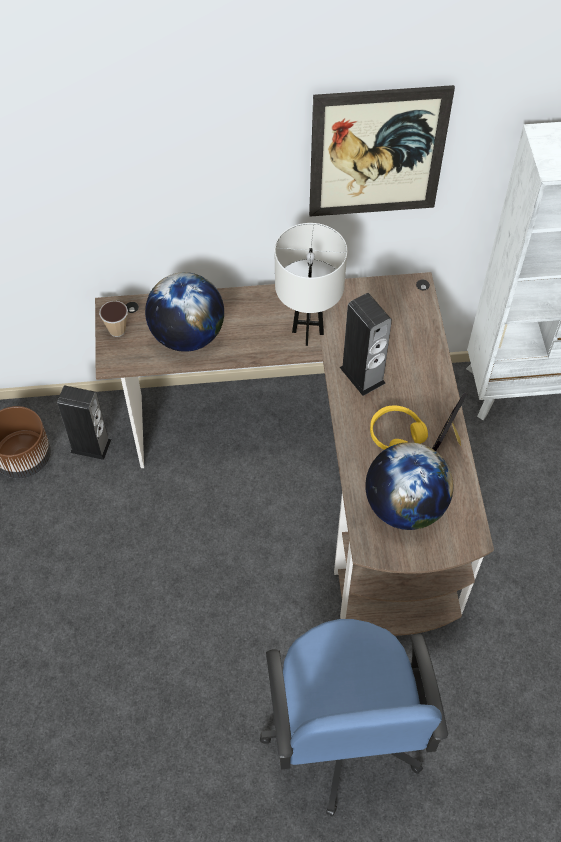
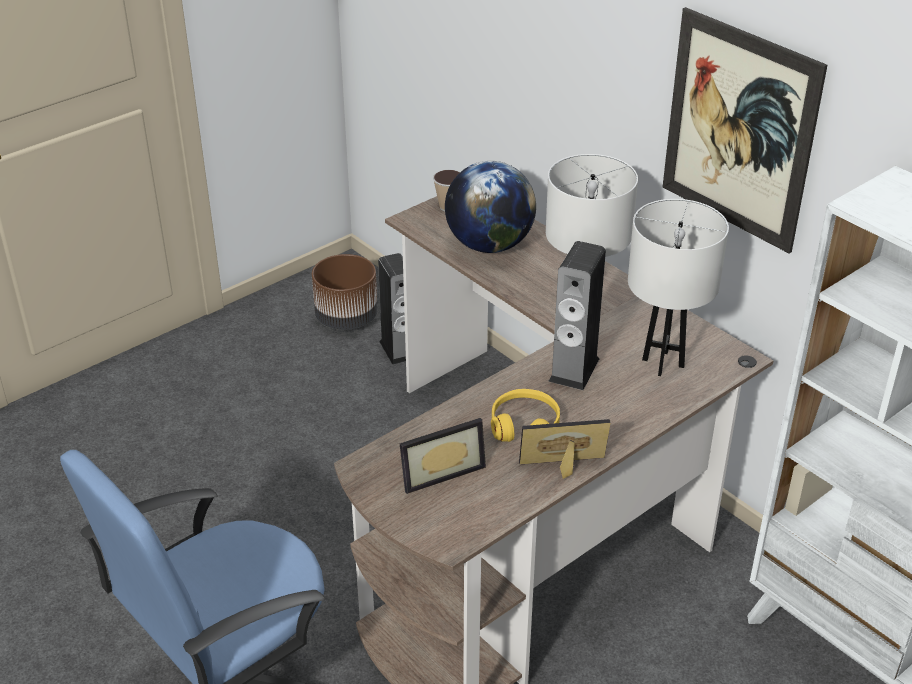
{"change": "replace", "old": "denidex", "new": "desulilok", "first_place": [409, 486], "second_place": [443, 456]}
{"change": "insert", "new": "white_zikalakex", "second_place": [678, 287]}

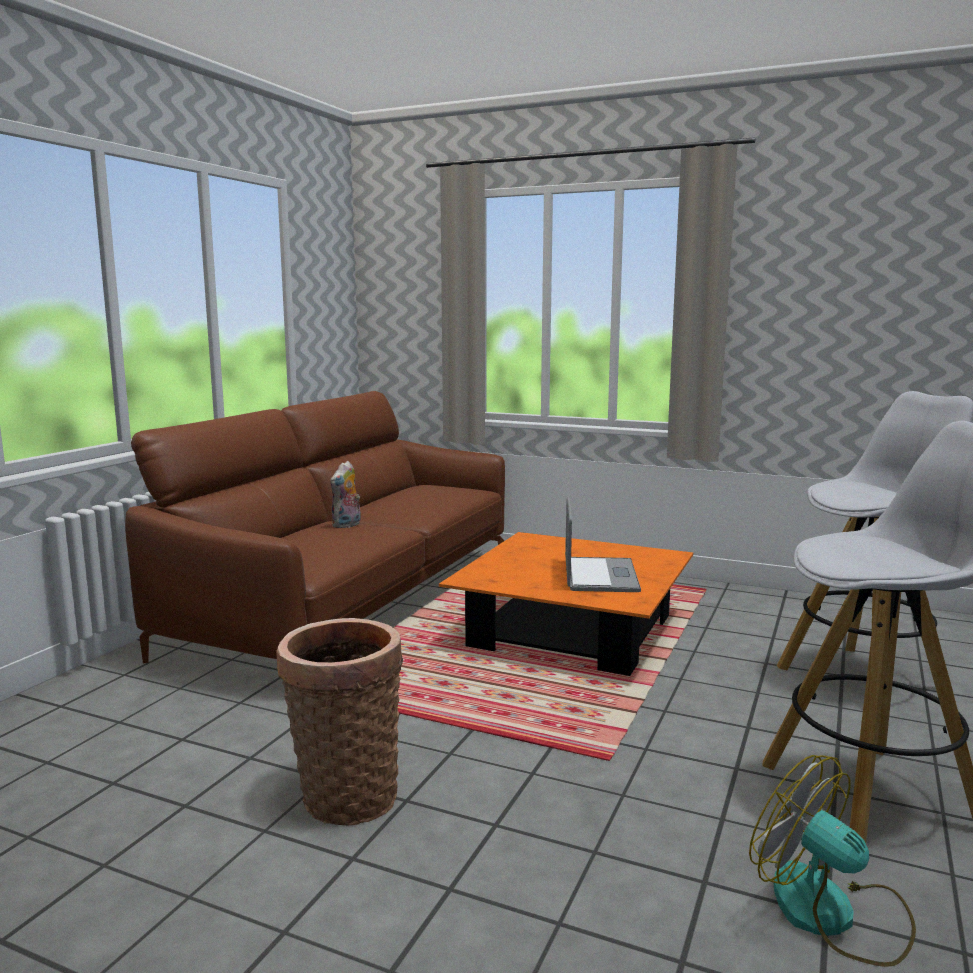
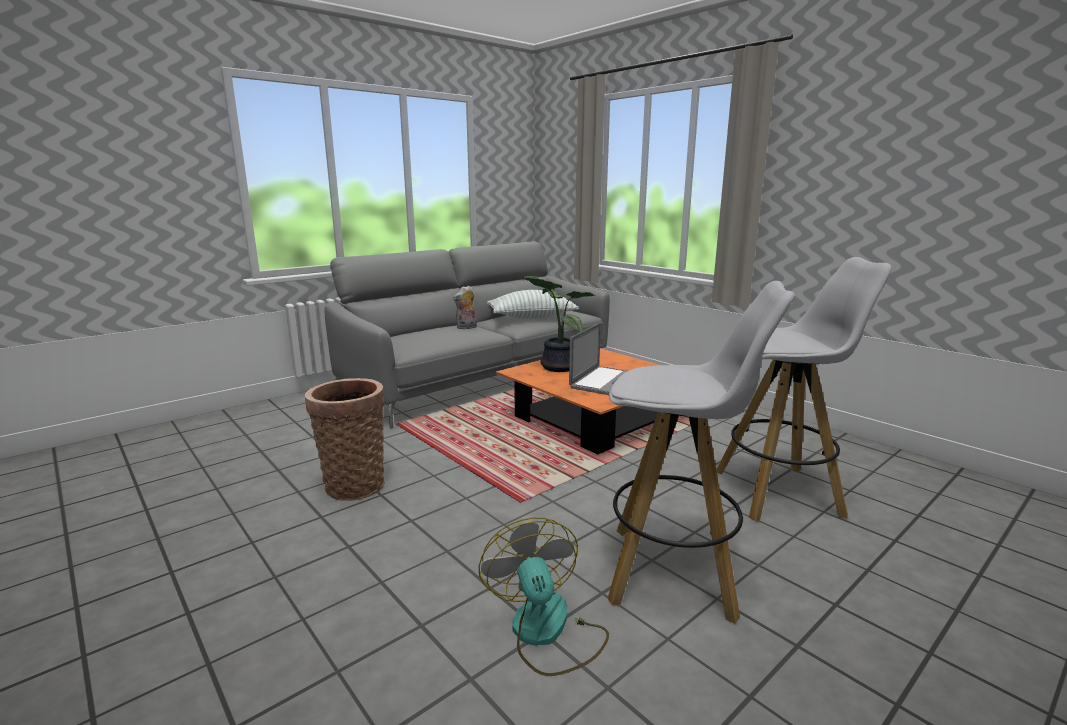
{"change": "recolor", "old": "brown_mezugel", "new": "grey_mezugel", "first_place": [315, 527], "second_place": [467, 335]}
{"change": "insert", "new": "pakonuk", "second_place": [533, 304]}
{"change": "insert", "new": "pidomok", "second_place": [559, 324]}

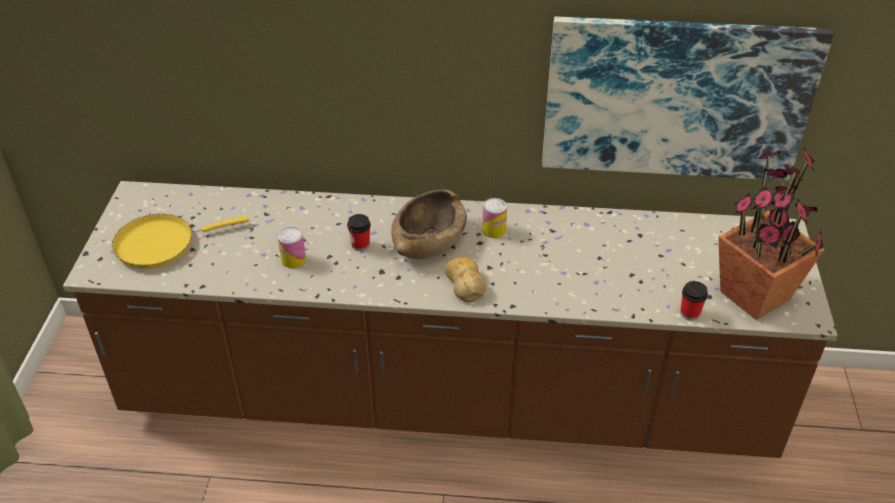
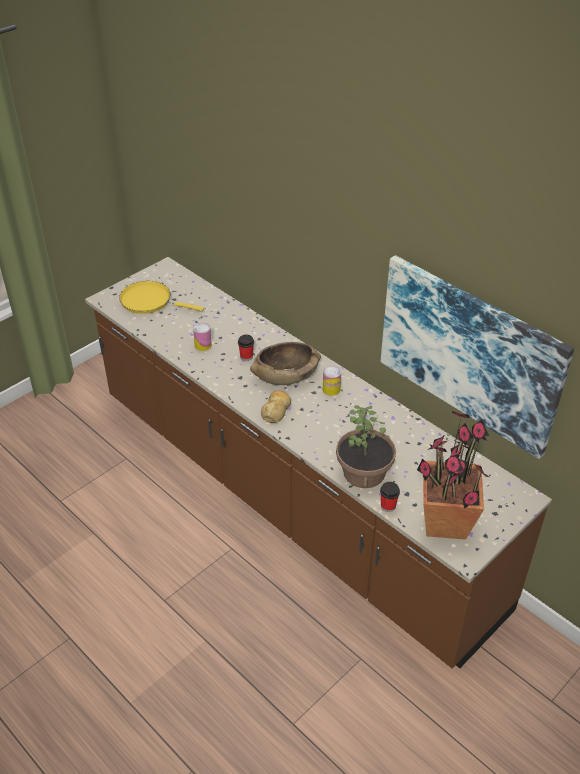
{"change": "insert", "new": "pidomok", "second_place": [366, 446]}

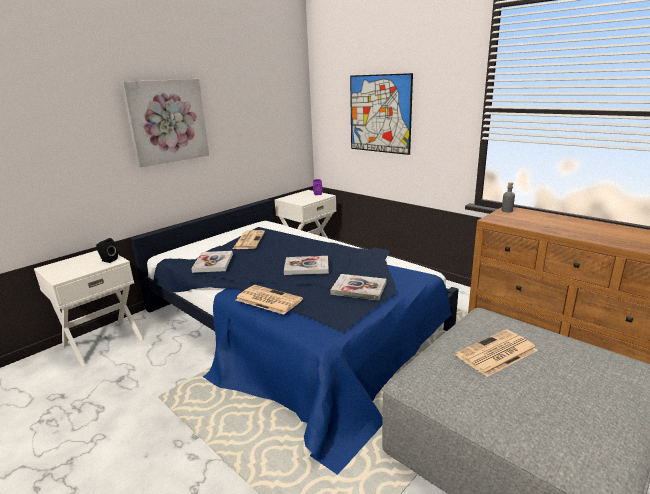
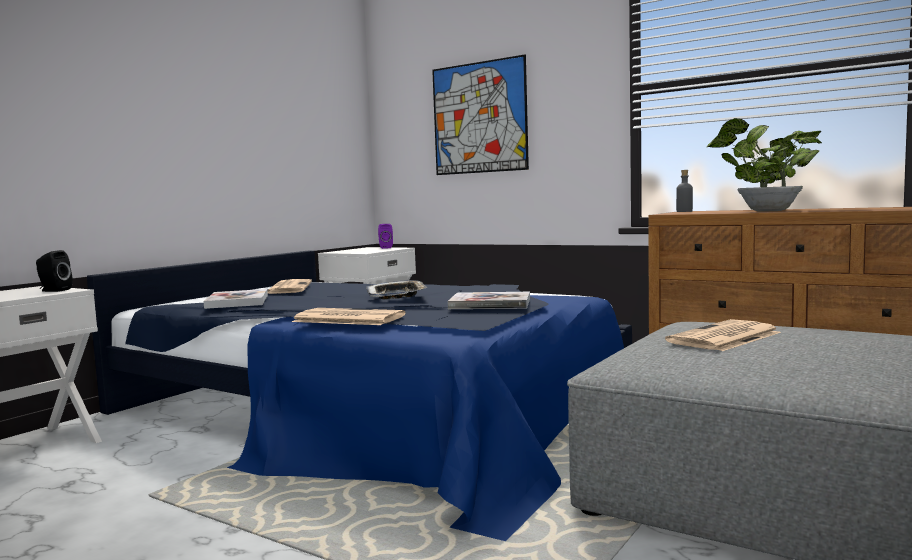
{"change": "replace", "old": "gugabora", "new": "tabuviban", "first_place": [306, 265], "second_place": [396, 289]}
{"change": "insert", "new": "pidomok", "second_place": [764, 165]}
{"change": "delete", "old": "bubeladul", "first_place": [165, 123]}

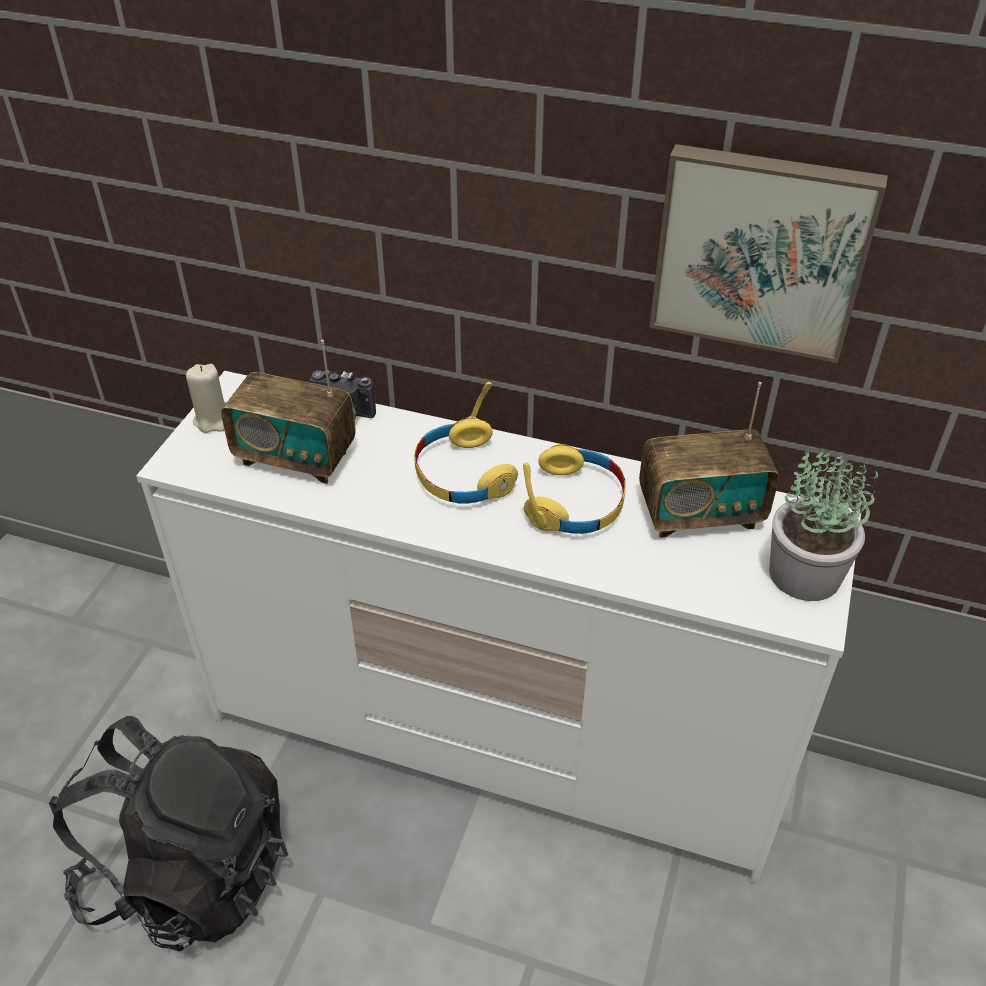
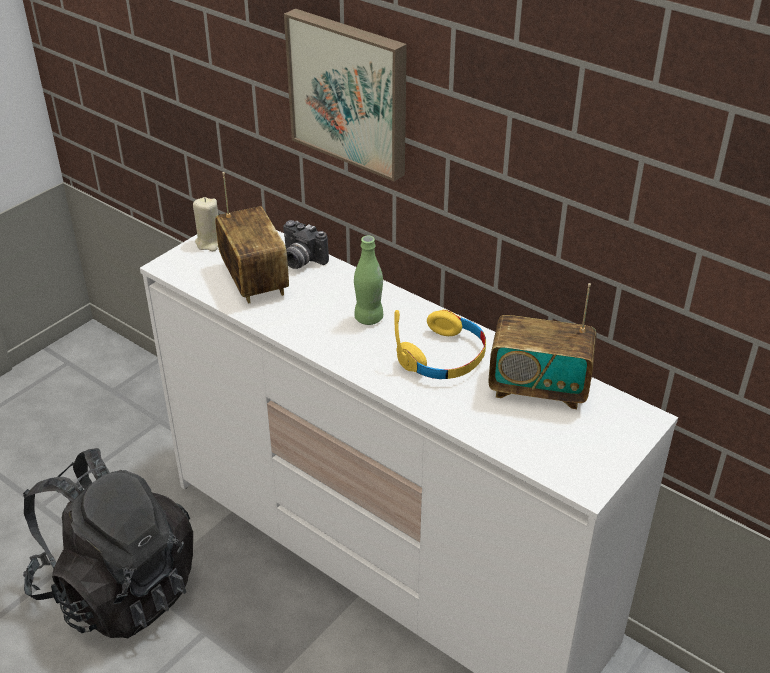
{"change": "rotate", "old": "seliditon", "first_place": [288, 412], "second_place": [252, 238], "degrees": -150}
{"change": "move", "old": "bubeladul", "first_place": [768, 253], "second_place": [345, 95]}
{"change": "replace", "old": "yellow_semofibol", "new": "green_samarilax", "first_place": [466, 443], "second_place": [368, 280]}
{"change": "delete", "old": "pidomok", "first_place": [823, 524]}

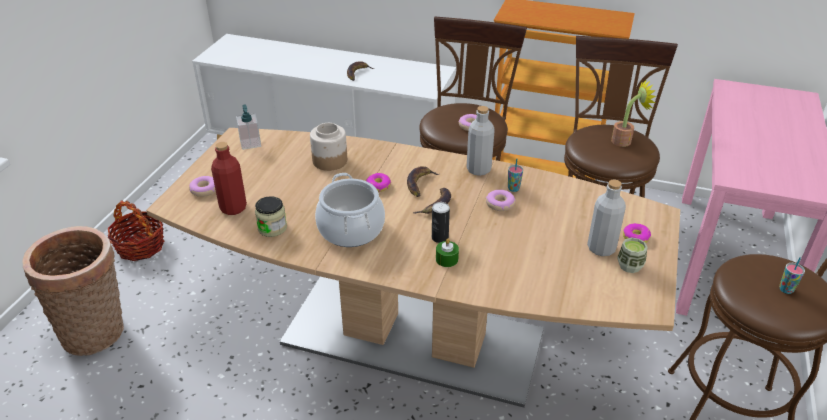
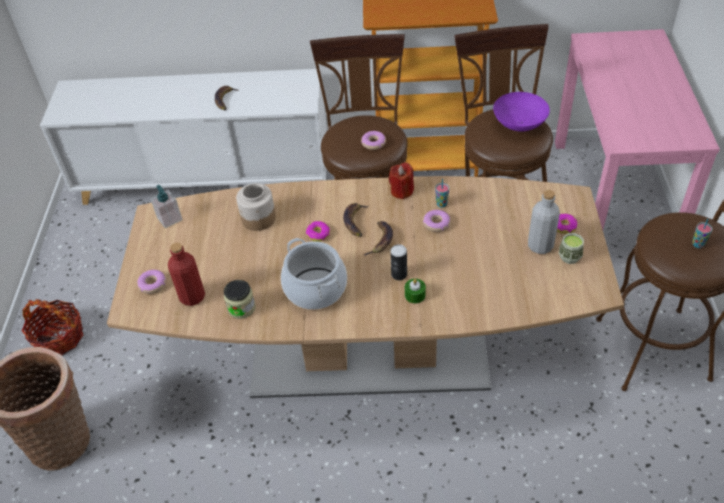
{"change": "replace", "old": "grey_samarilax", "new": "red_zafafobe", "first_place": [480, 141], "second_place": [401, 180]}
{"change": "replace", "old": "pidomok", "new": "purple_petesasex", "first_place": [633, 113], "second_place": [521, 111]}

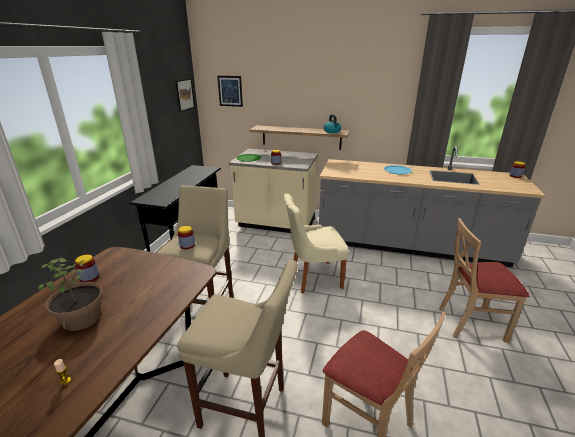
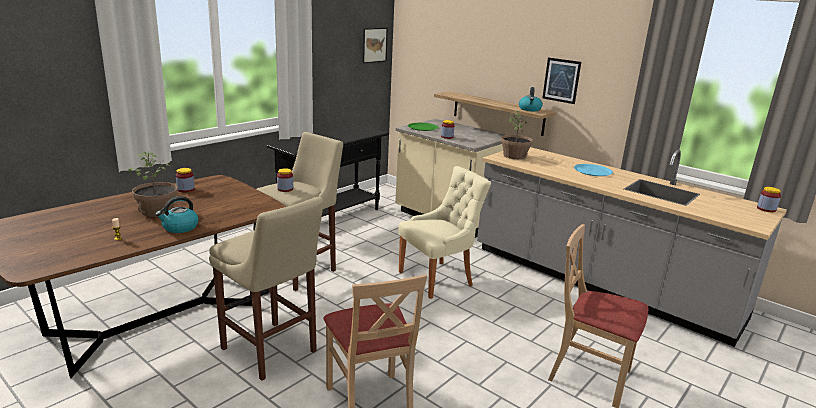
{"change": "insert", "new": "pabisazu", "second_place": [176, 214]}
{"change": "rotate", "old": "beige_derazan", "first_place": [316, 243], "second_place": [444, 232], "degrees": 135}
{"change": "insert", "new": "pidomok", "second_place": [517, 134]}
{"change": "move", "old": "bubeladul", "first_place": [230, 91], "second_place": [561, 80]}

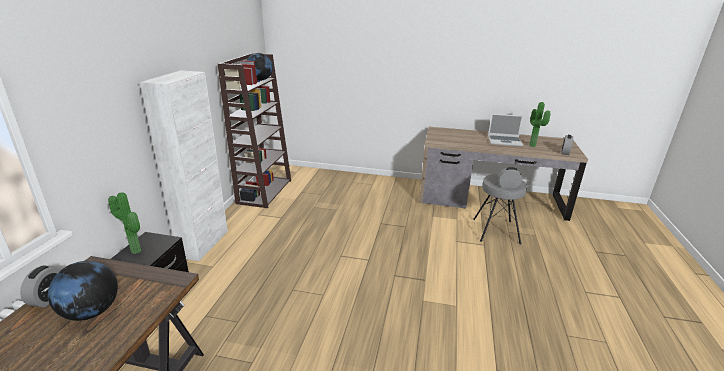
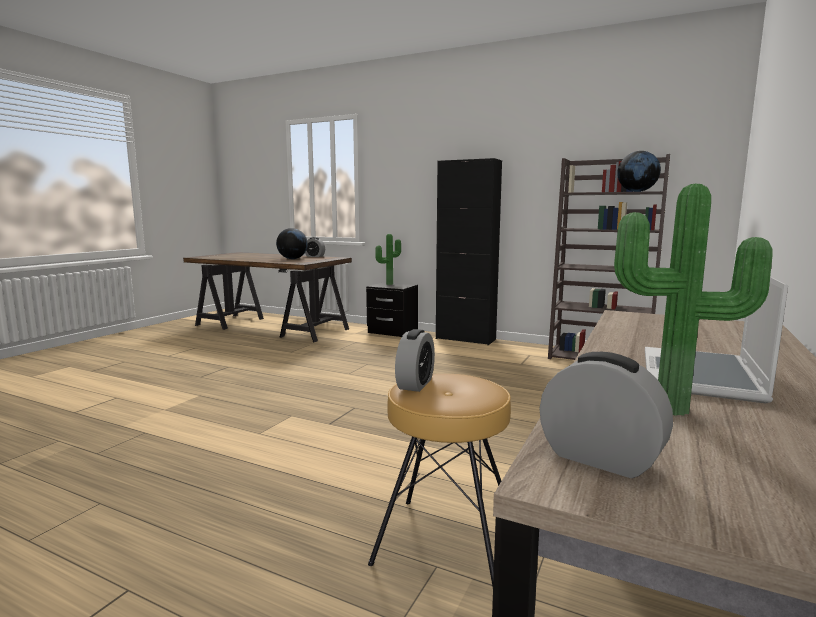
{"change": "recolor", "old": "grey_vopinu", "new": "brown_vopinu", "first_place": [500, 209], "second_place": [439, 480]}
{"change": "recolor", "old": "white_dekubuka", "new": "black_dekubuka", "first_place": [184, 165], "second_place": [469, 251]}

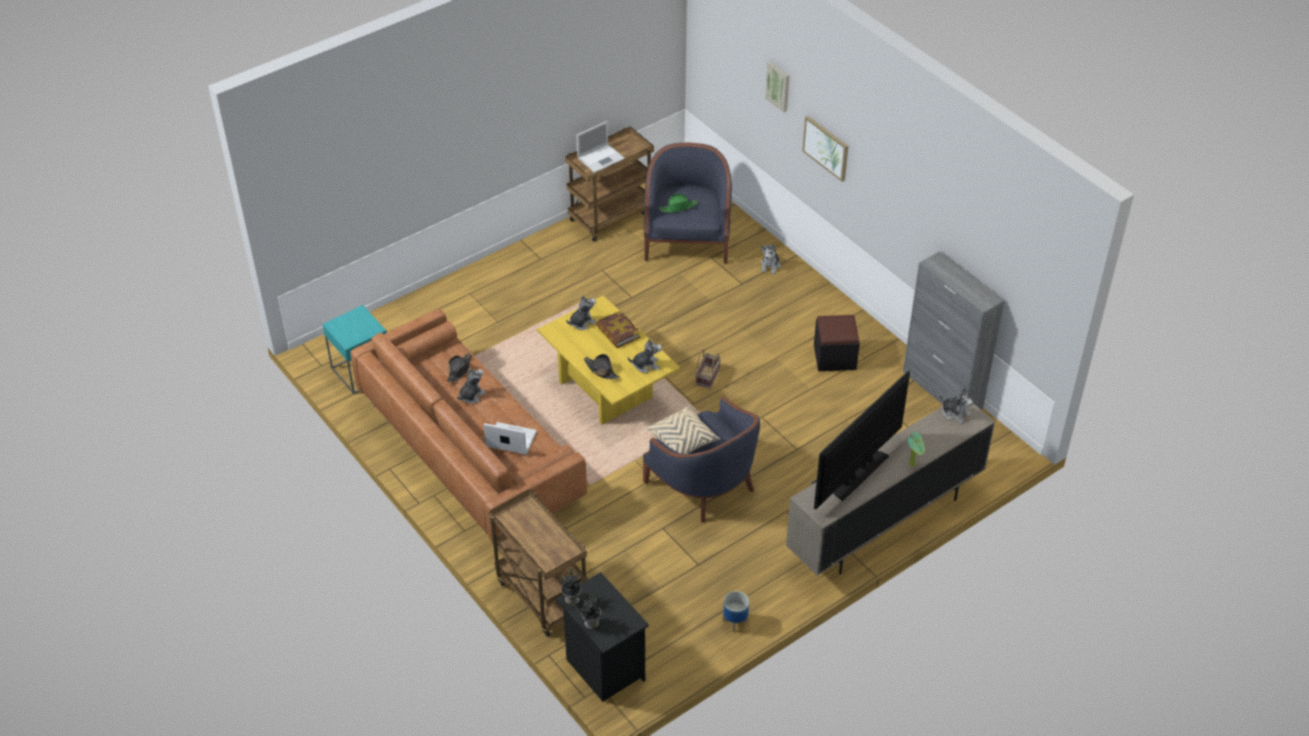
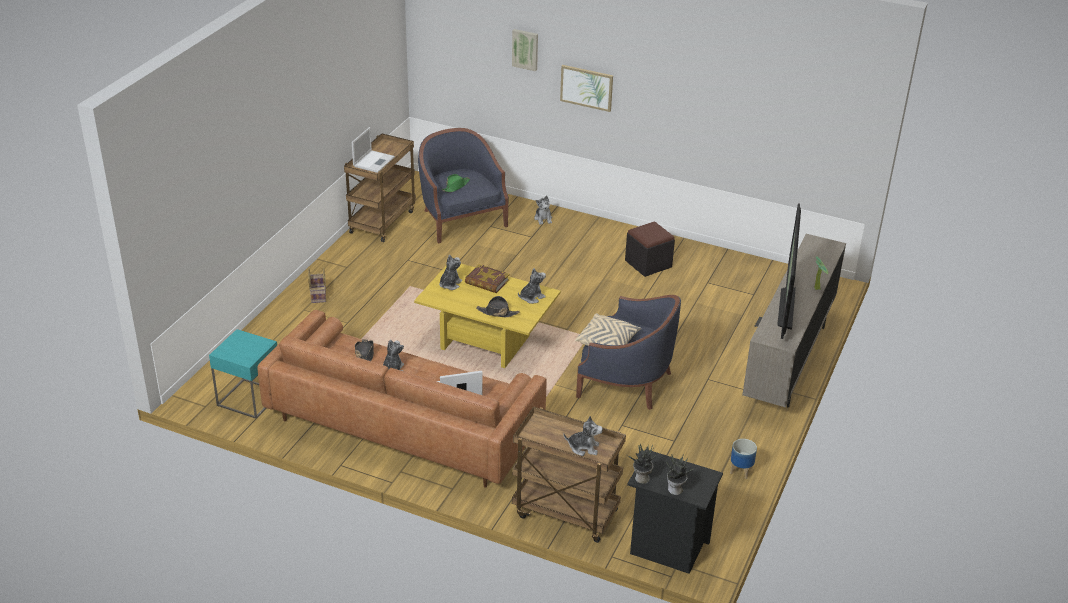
{"change": "move", "old": "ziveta", "first_place": [708, 369], "second_place": [317, 285]}
{"change": "move", "old": "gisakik", "first_place": [956, 406], "second_place": [583, 436]}
{"change": "delete", "old": "grey_dekubuka", "first_place": [953, 330]}

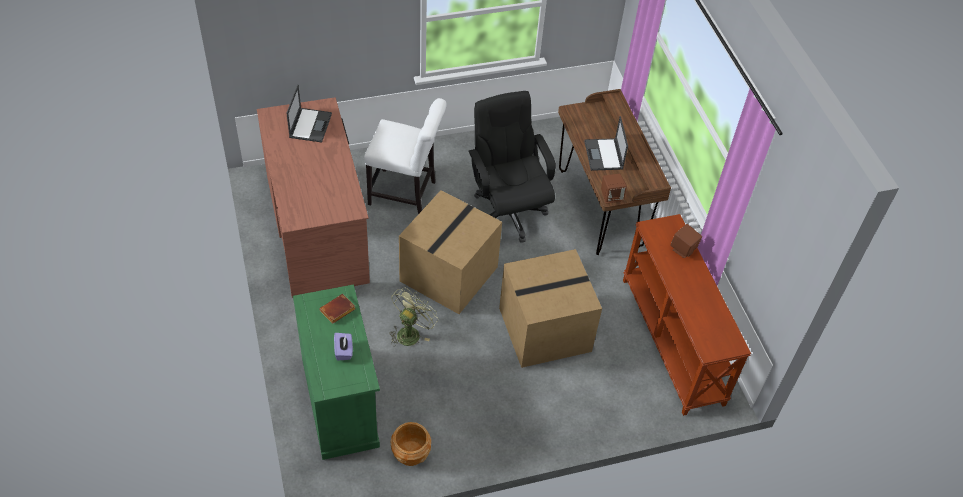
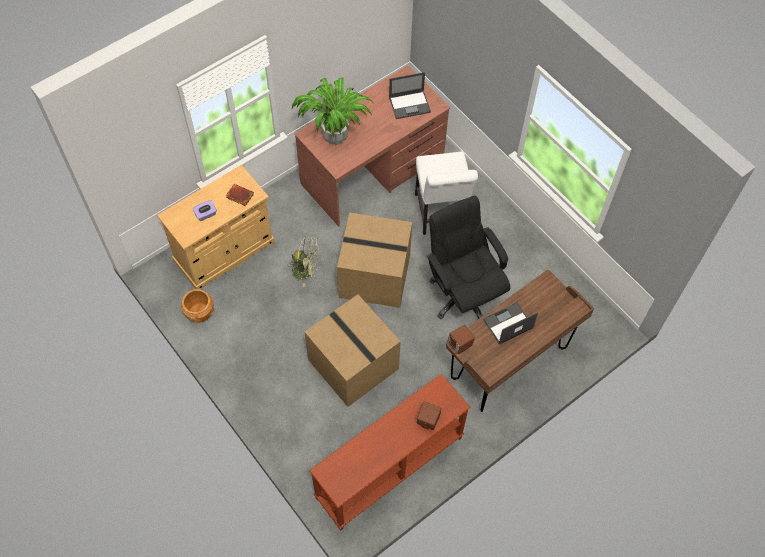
{"change": "recolor", "old": "green_dekubuka", "new": "beige_dekubuka", "first_place": [336, 372], "second_place": [216, 227]}
{"change": "insert", "new": "pidomok", "second_place": [333, 111]}
{"change": "rotate", "old": "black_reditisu", "first_place": [512, 167], "second_place": [468, 257], "degrees": -75}

